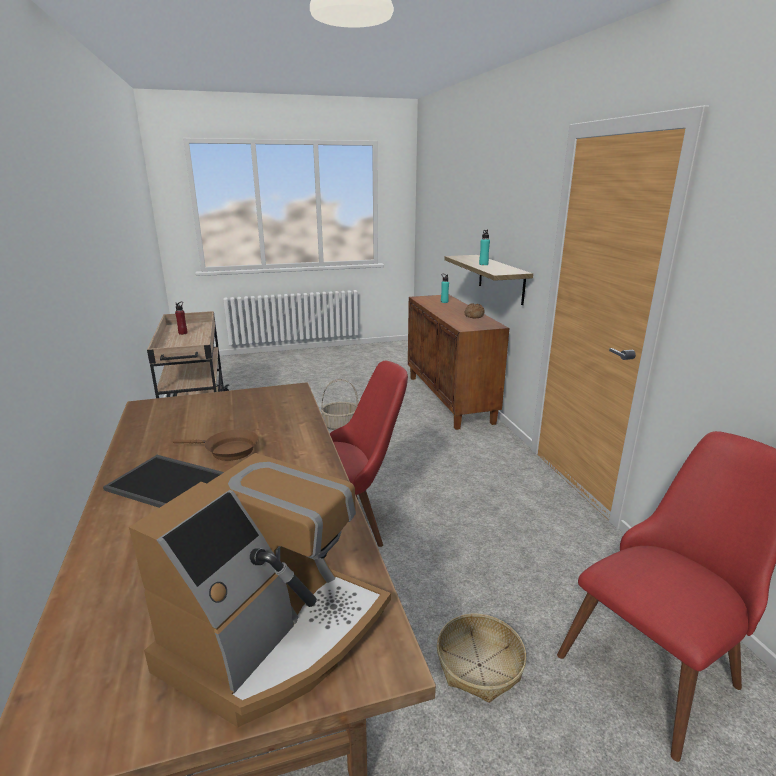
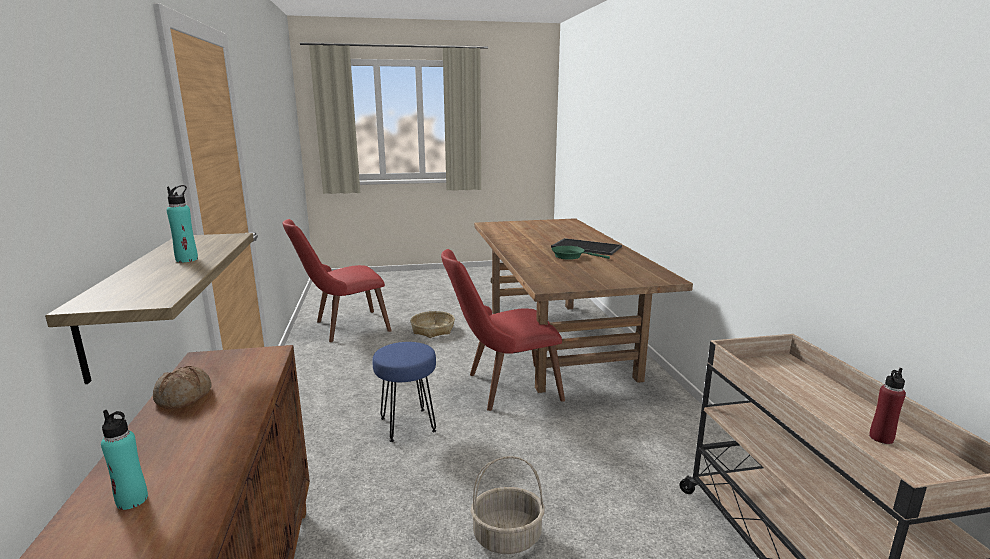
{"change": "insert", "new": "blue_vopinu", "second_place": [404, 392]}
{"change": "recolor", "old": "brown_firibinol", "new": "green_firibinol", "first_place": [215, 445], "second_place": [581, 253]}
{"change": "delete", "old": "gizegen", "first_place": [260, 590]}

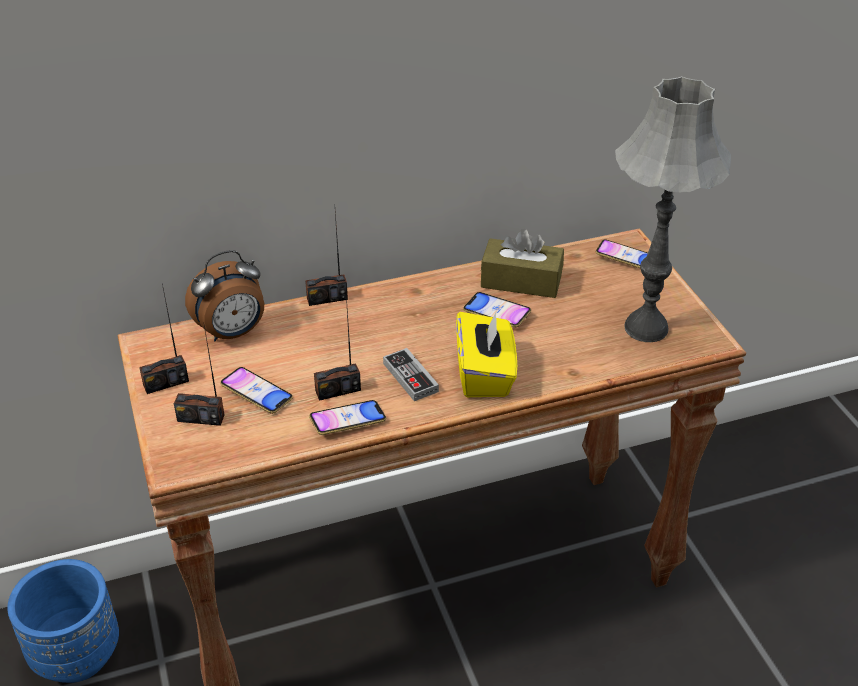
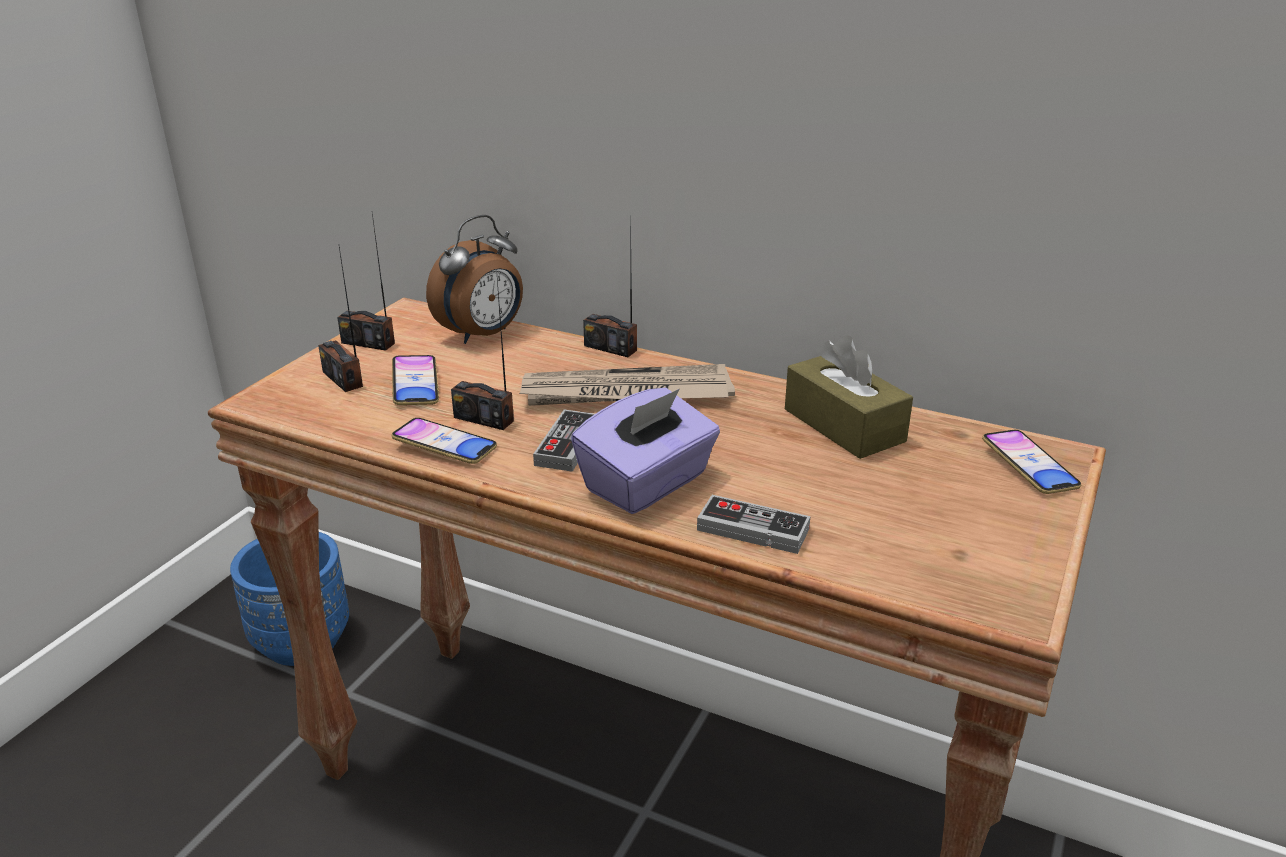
{"change": "rotate", "old": "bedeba", "first_place": [224, 295], "second_place": [474, 279], "degrees": -60}
{"change": "insert", "new": "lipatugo", "second_place": [627, 385]}
{"change": "recolor", "old": "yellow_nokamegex", "new": "purple_nokamegex", "first_place": [486, 354], "second_place": [645, 451]}
{"change": "insert", "new": "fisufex", "second_place": [754, 524]}
{"change": "delete", "old": "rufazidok", "first_place": [497, 310]}
{"change": "delete", "old": "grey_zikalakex", "first_place": [673, 209]}

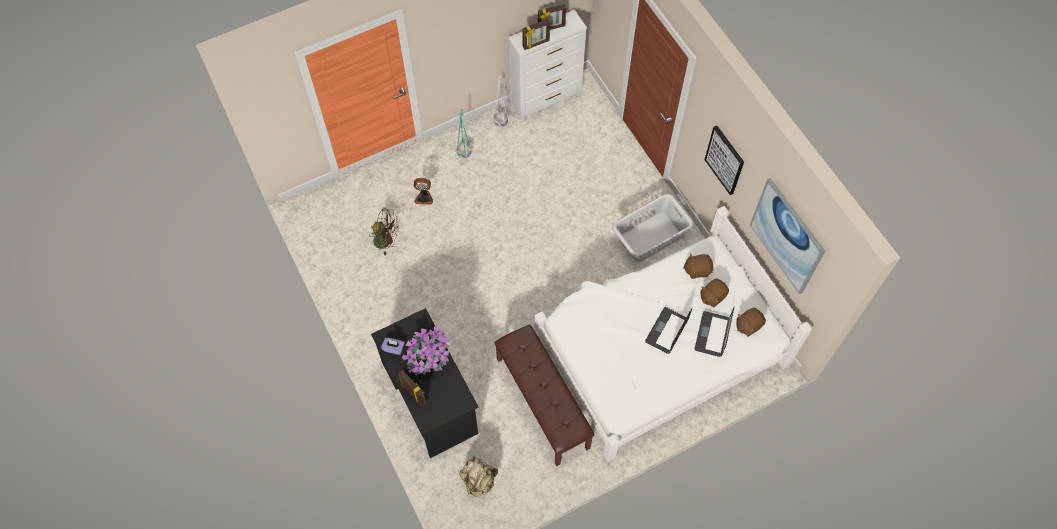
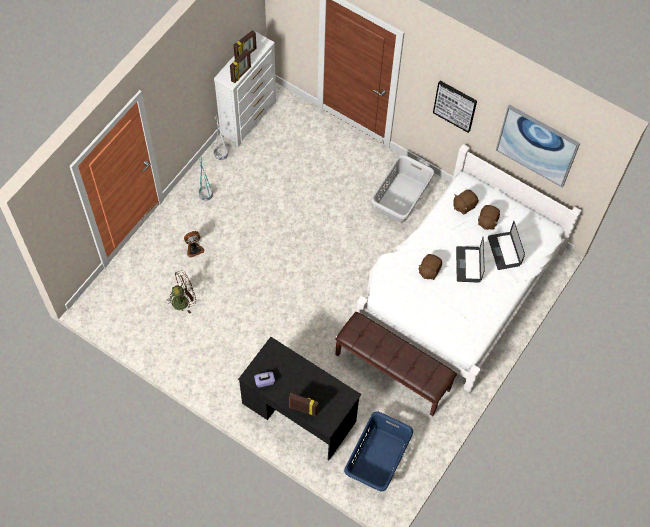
{"change": "replace", "old": "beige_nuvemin", "new": "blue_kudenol", "first_place": [478, 476], "second_place": [378, 451]}
{"change": "move", "old": "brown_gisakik", "first_place": [751, 322], "second_place": [430, 267]}
{"change": "delete", "old": "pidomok", "first_place": [426, 350]}

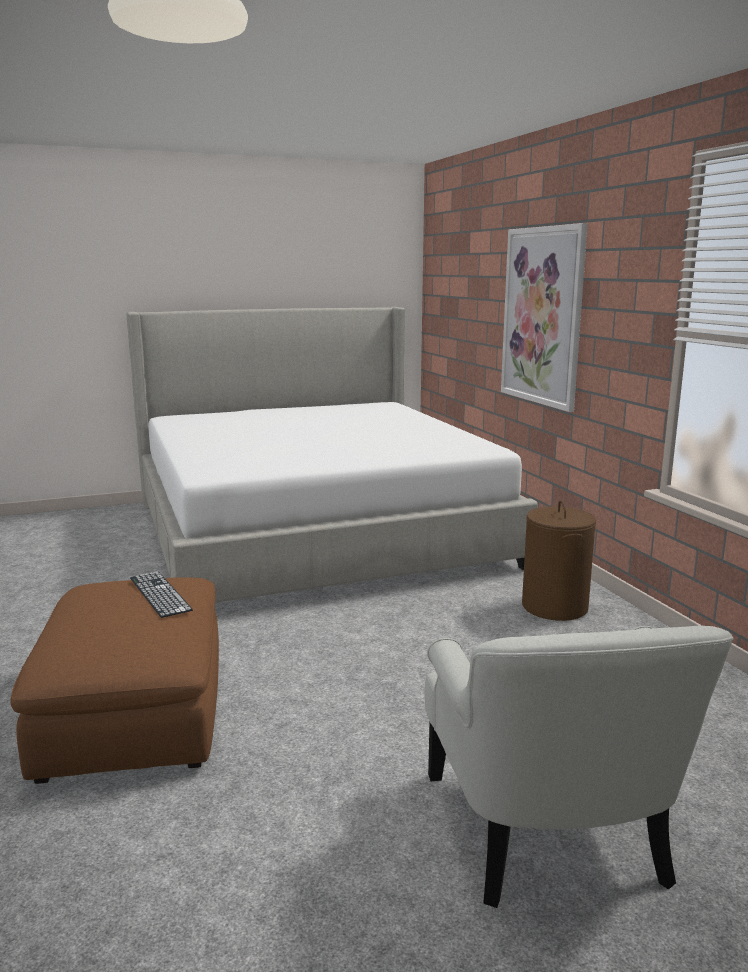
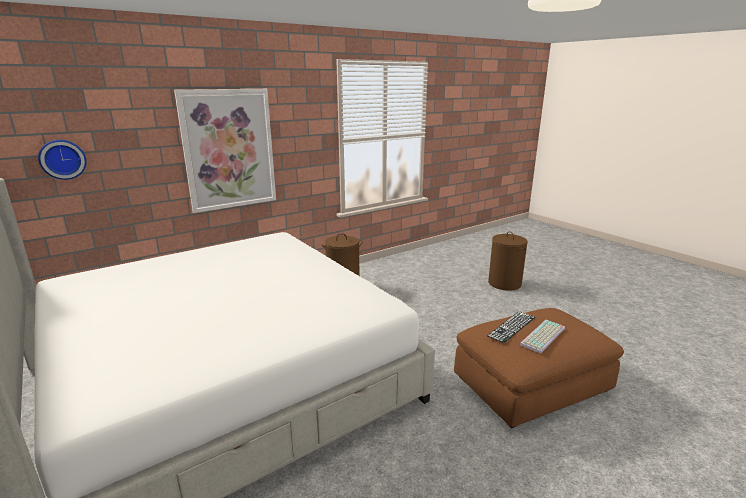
{"change": "insert", "new": "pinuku", "second_place": [62, 160]}
{"change": "replace", "old": "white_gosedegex", "new": "brown_kudenol", "first_place": [579, 767], "second_place": [508, 261]}
{"change": "insert", "new": "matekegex", "second_place": [542, 337]}

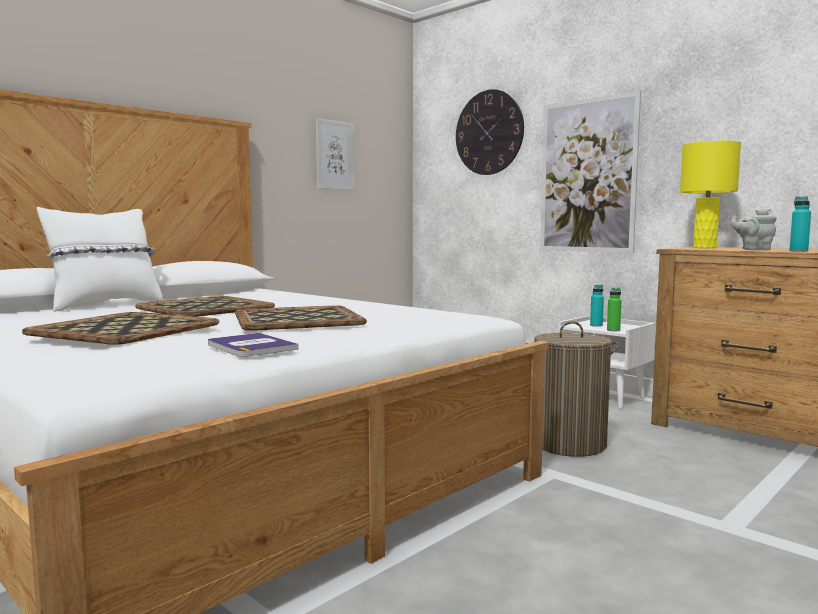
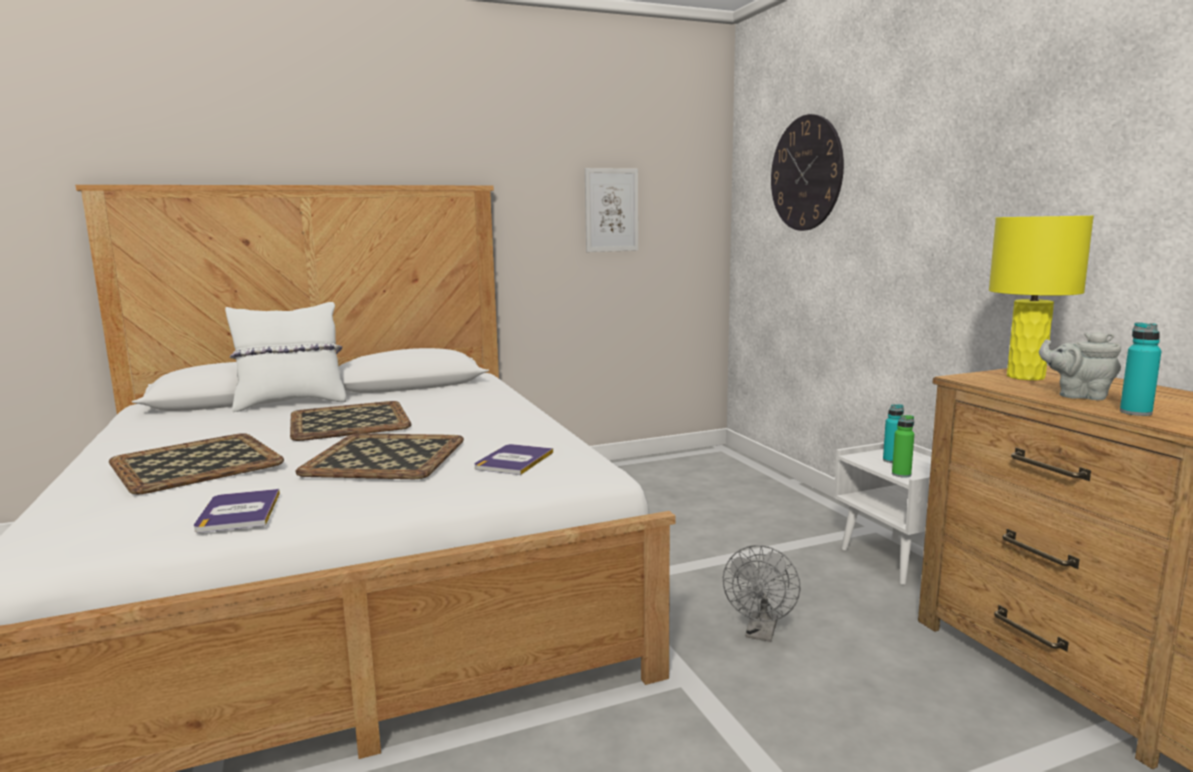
{"change": "insert", "new": "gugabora", "second_place": [514, 459]}
{"change": "replace", "old": "kudenol", "new": "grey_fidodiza", "first_place": [572, 389], "second_place": [762, 593]}
{"change": "delete", "old": "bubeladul", "first_place": [590, 172]}

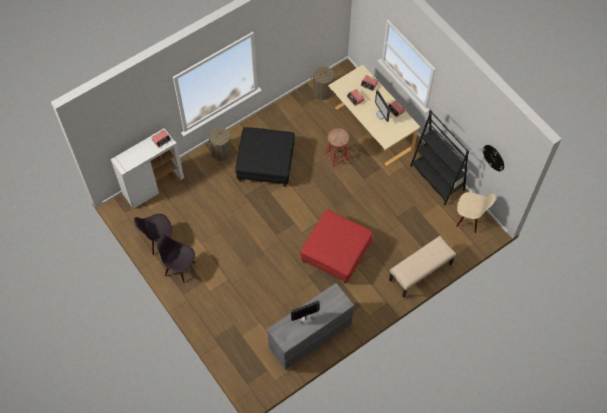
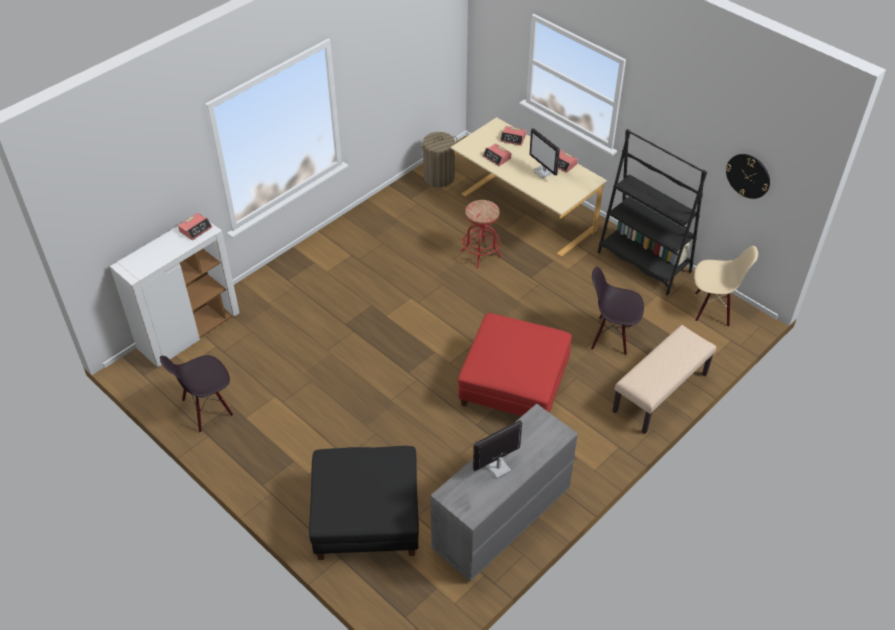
{"change": "move", "old": "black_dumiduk", "first_place": [265, 157], "second_place": [364, 503]}
{"change": "move", "old": "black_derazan", "first_place": [176, 259], "second_place": [617, 311]}
{"change": "delete", "old": "kudenol", "first_place": [220, 144]}

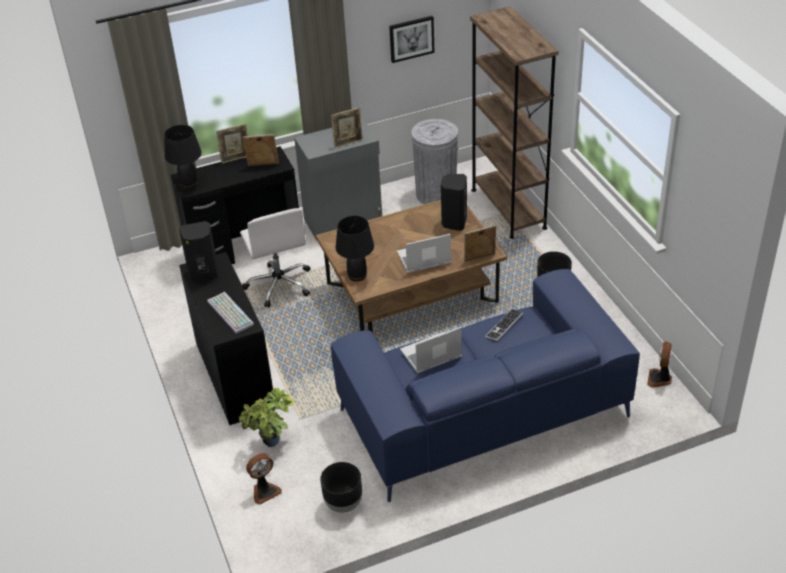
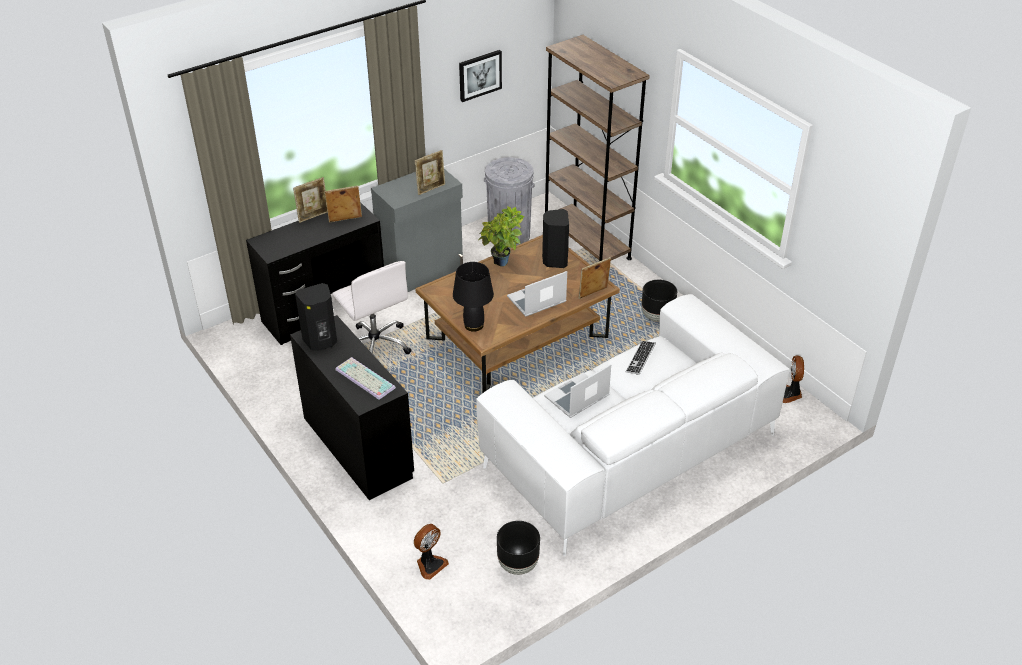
{"change": "recolor", "old": "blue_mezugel", "new": "white_mezugel", "first_place": [485, 385], "second_place": [632, 425]}
{"change": "move", "old": "pidomok", "first_place": [267, 417], "second_place": [501, 236]}
{"change": "delete", "old": "black_zikalakex", "first_place": [183, 157]}

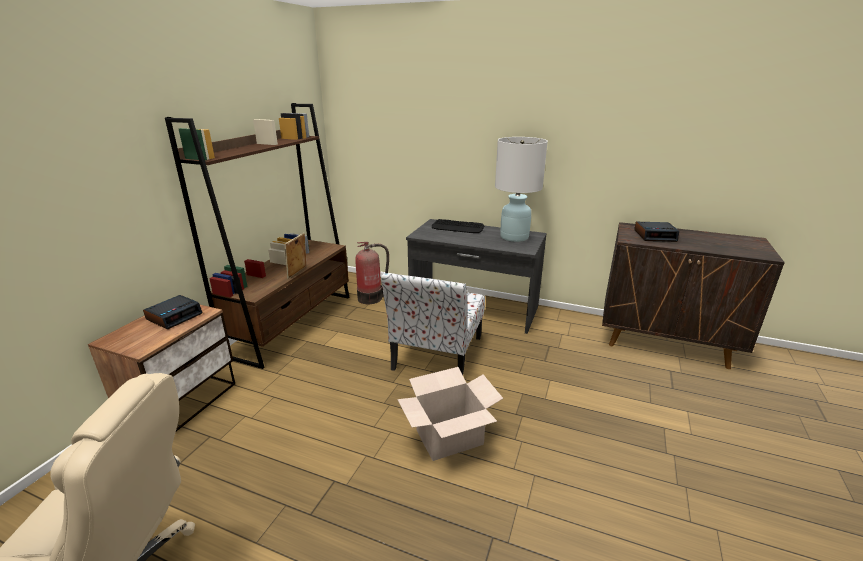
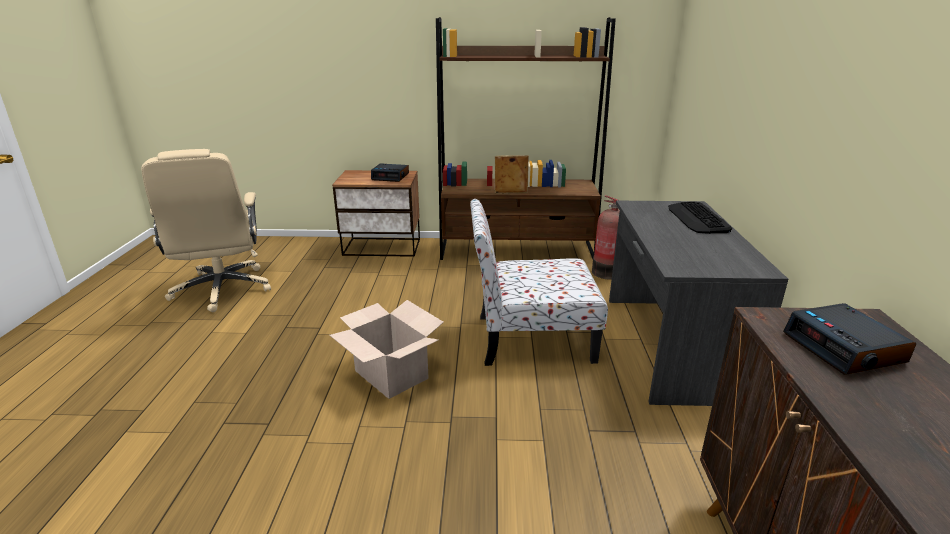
{"change": "delete", "old": "white_zikalakex", "first_place": [521, 189]}

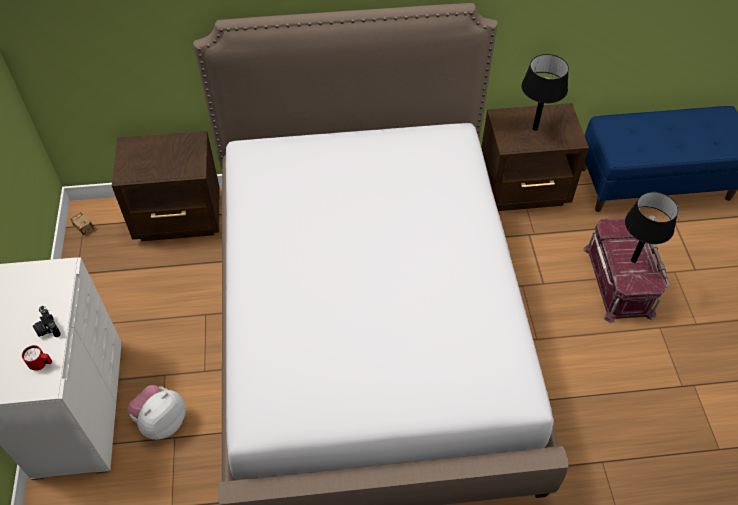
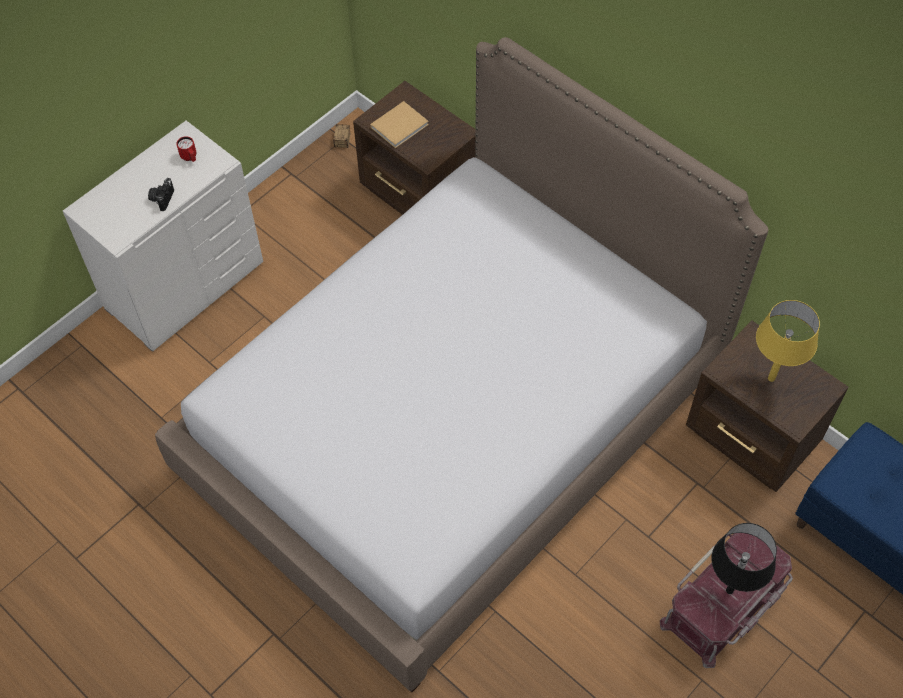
{"change": "move", "old": "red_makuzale", "first_place": [37, 358], "second_place": [186, 149]}
{"change": "insert", "new": "beige_gugabora", "second_place": [399, 124]}
{"change": "recolor", "old": "black_zikalakex", "new": "yellow_zikalakex", "first_place": [545, 92], "second_place": [788, 341]}
{"change": "delete", "old": "gisakik", "first_place": [156, 412]}

